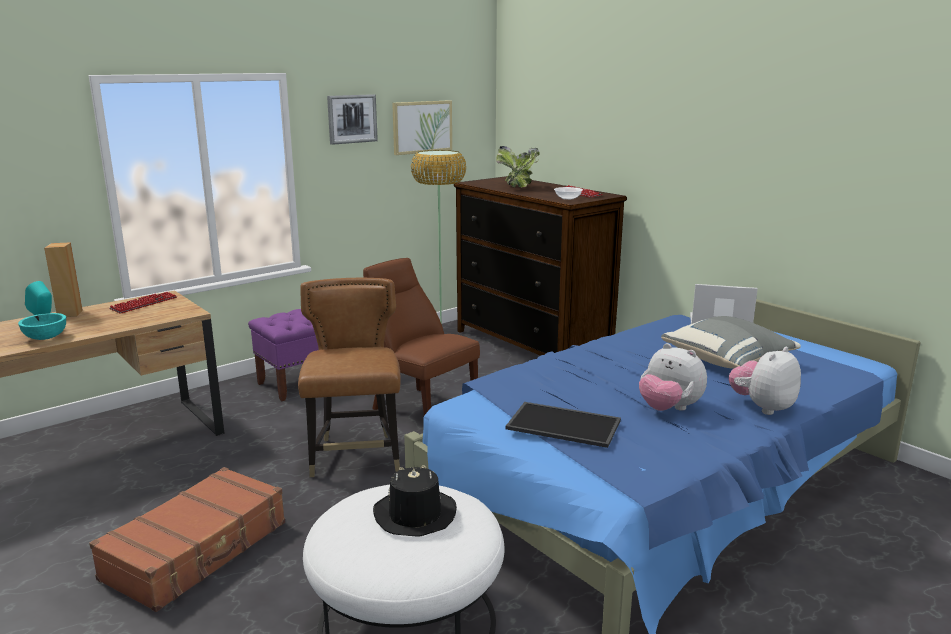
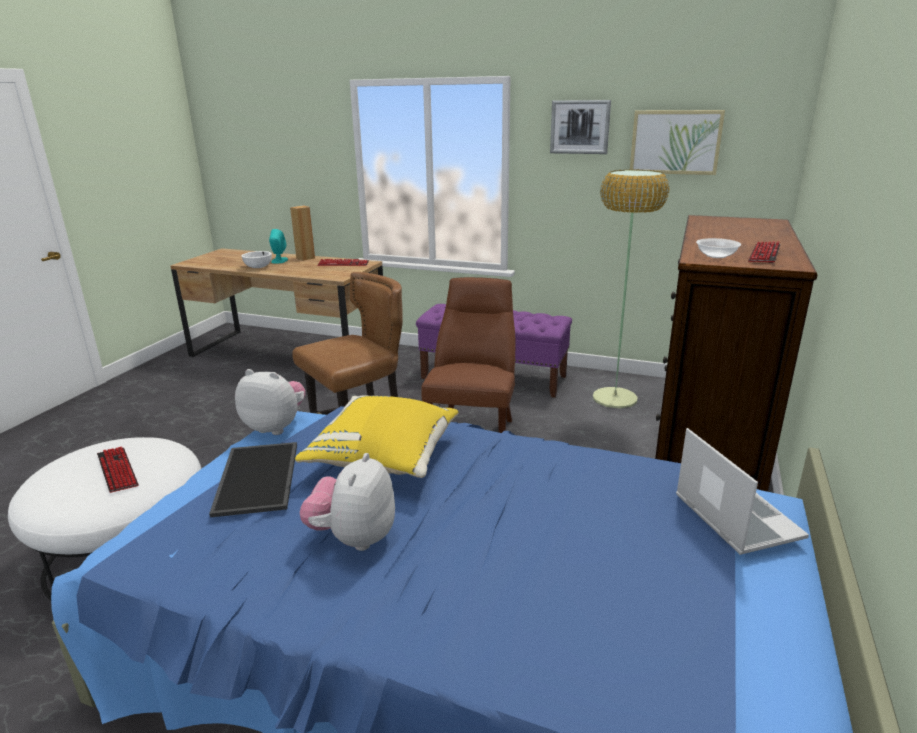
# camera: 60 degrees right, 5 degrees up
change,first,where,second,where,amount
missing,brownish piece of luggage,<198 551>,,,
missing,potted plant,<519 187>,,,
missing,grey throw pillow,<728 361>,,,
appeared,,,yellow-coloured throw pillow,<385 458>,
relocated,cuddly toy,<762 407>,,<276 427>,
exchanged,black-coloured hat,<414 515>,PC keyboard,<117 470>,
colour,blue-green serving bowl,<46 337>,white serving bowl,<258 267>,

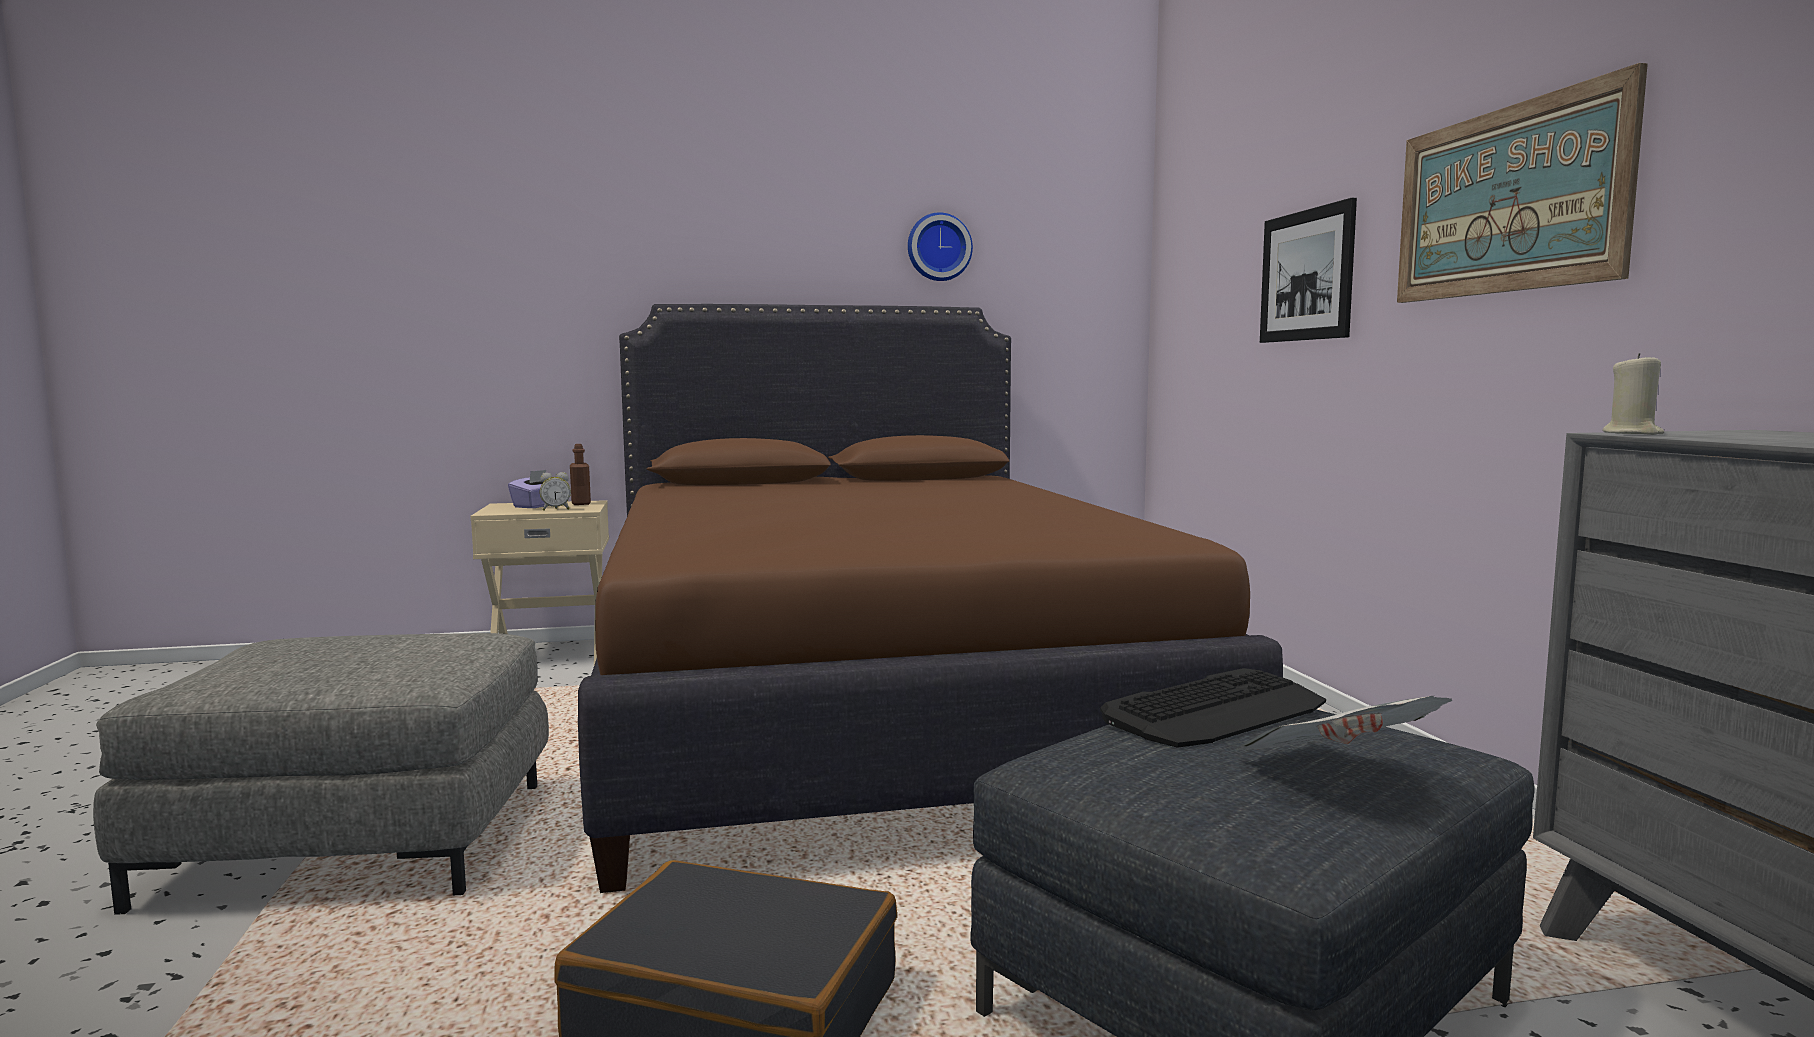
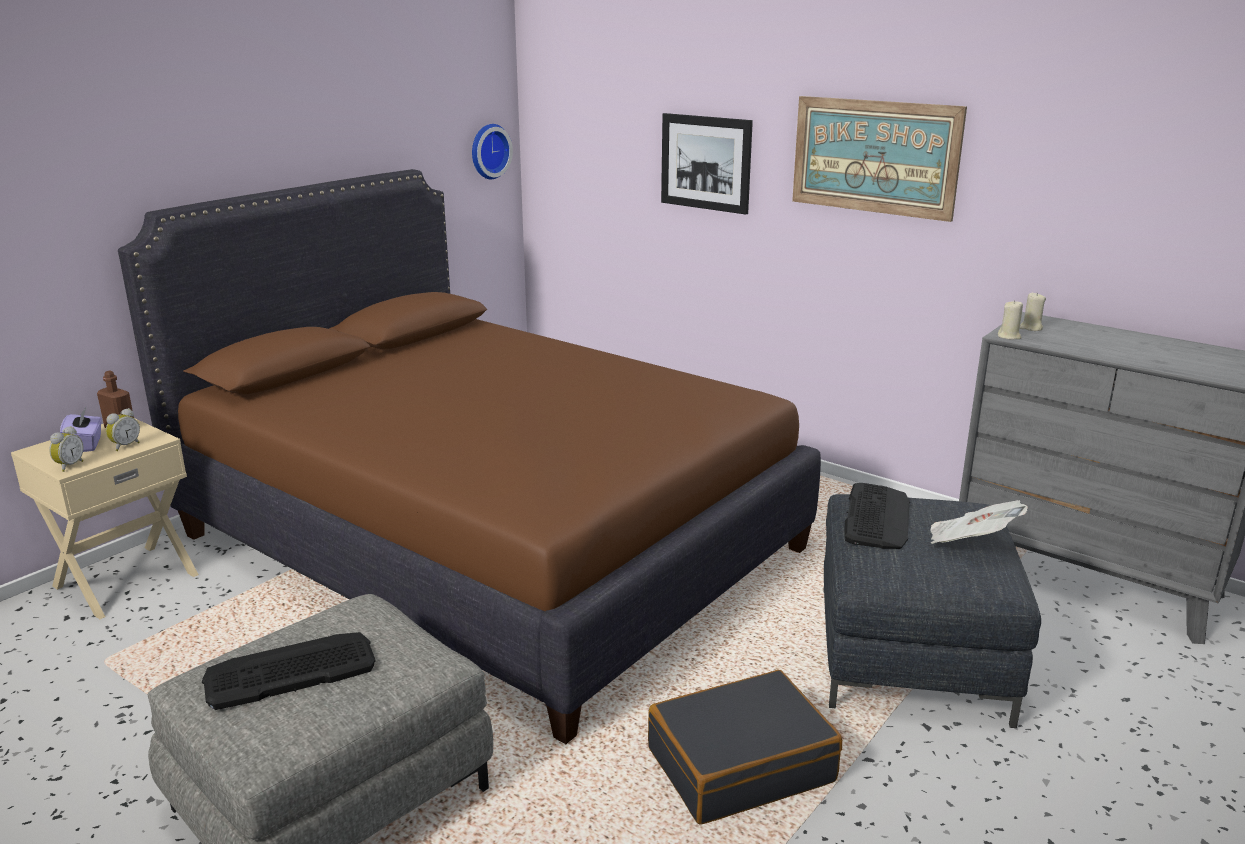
# camera: 40 degrees left, 15 degrees up
change,first,where,second,where,amount
appeared,,,table clock,<69 466>,
appeared,,,PC keyboard,<289 670>,
appeared,,,sand-coloured wax light,<1031 328>,
relocated,clock on the wall,<938 247>,,<488 151>,

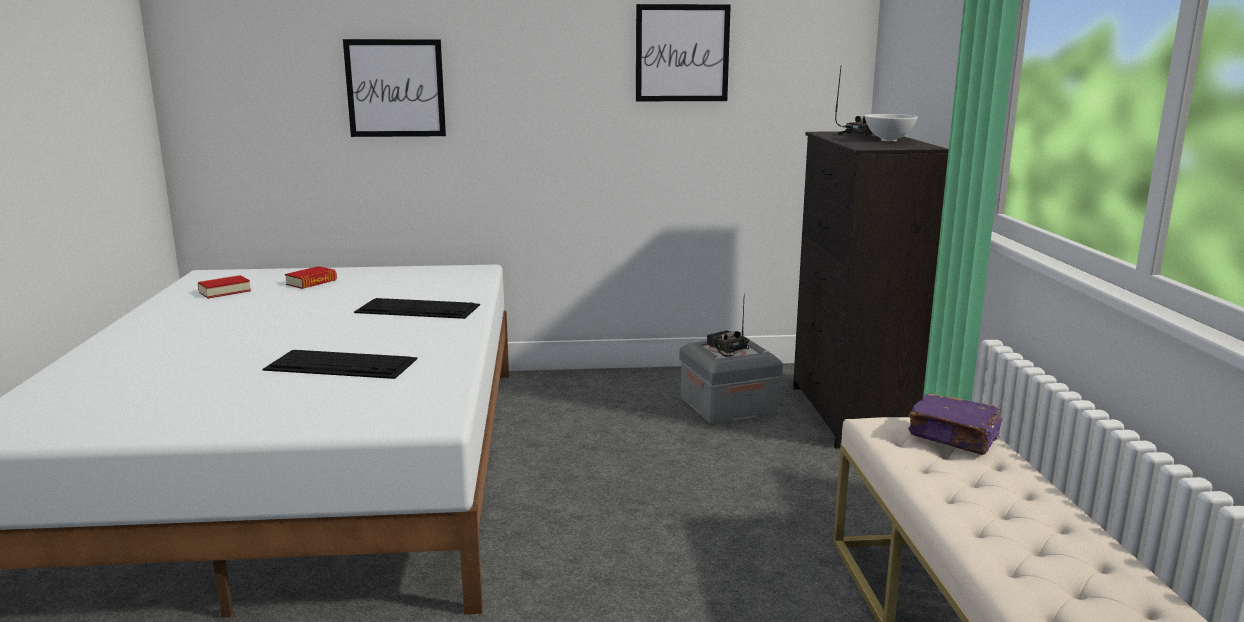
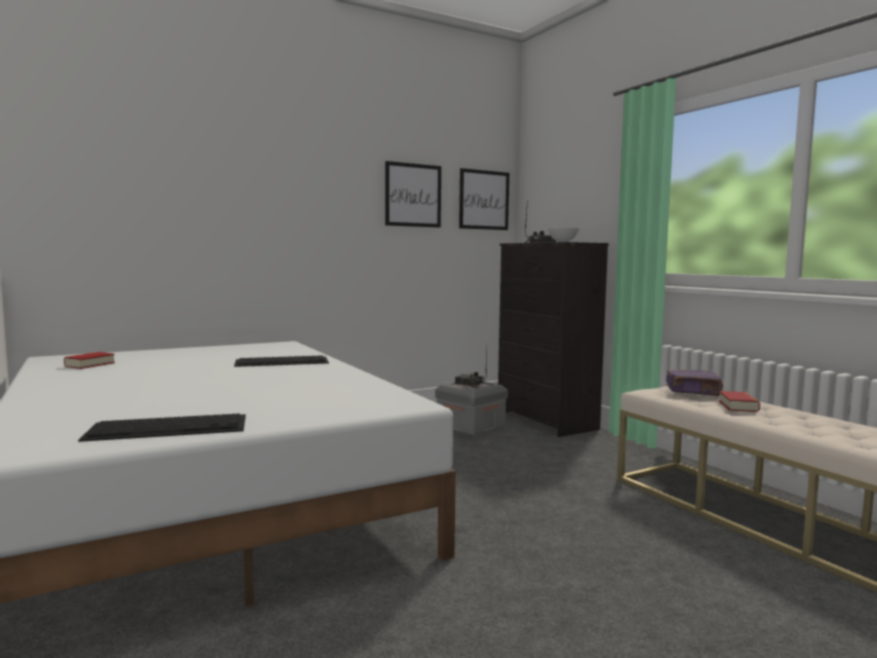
# camera: 25 degrees left, 10 degrees down
change,first,where,second,where,amount
relocated,PC keyboard,<343 364>,,<170 427>,
relocated,bound book,<311 282>,,<738 406>,
relocated,wall picture,<395 88>,,<484 200>,

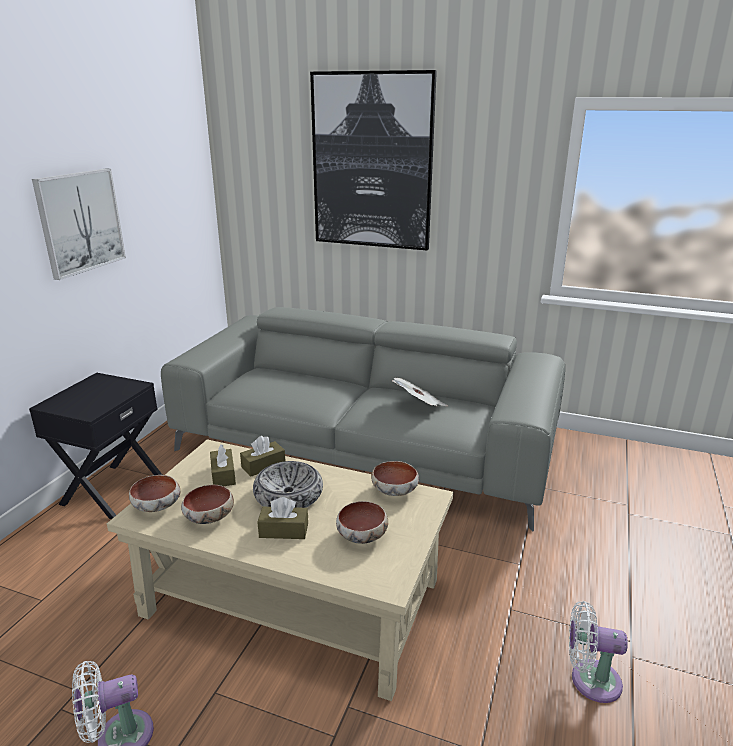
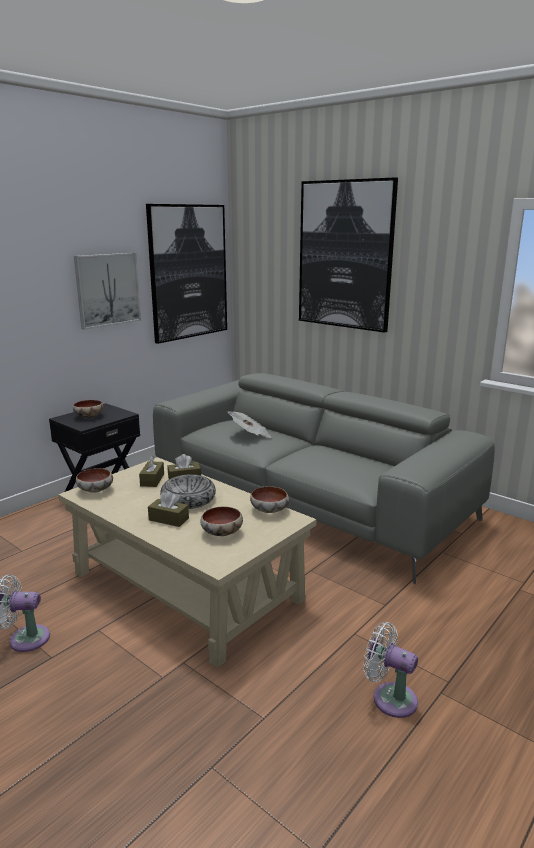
# camera: 20 degrees right, 5 degrees down
change,first,where,second,where,amount
appeared,,,wall picture,<188 272>,
relocated,serving bowl,<209 518>,,<88 416>,
relocated,printed paper,<419 406>,,<250 435>,

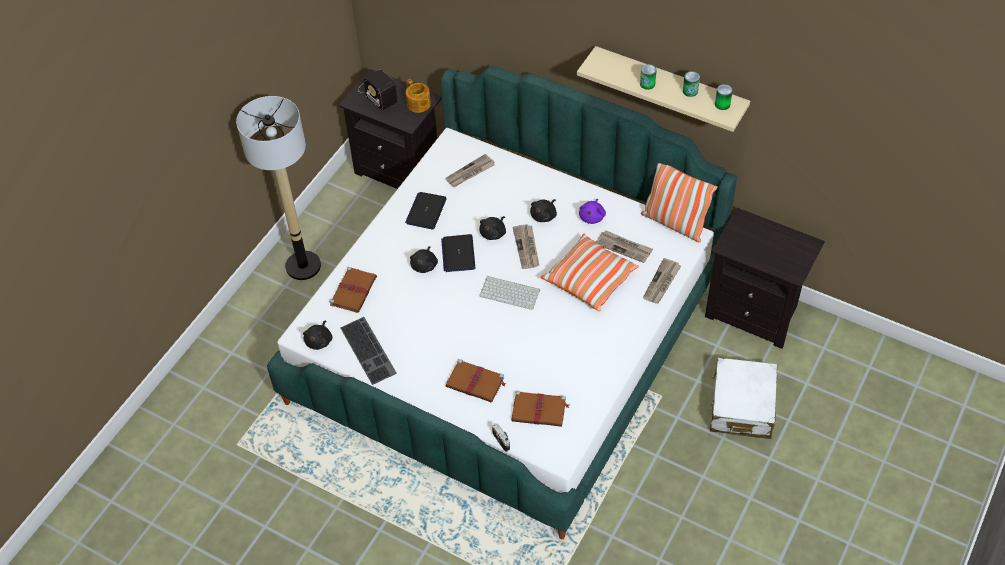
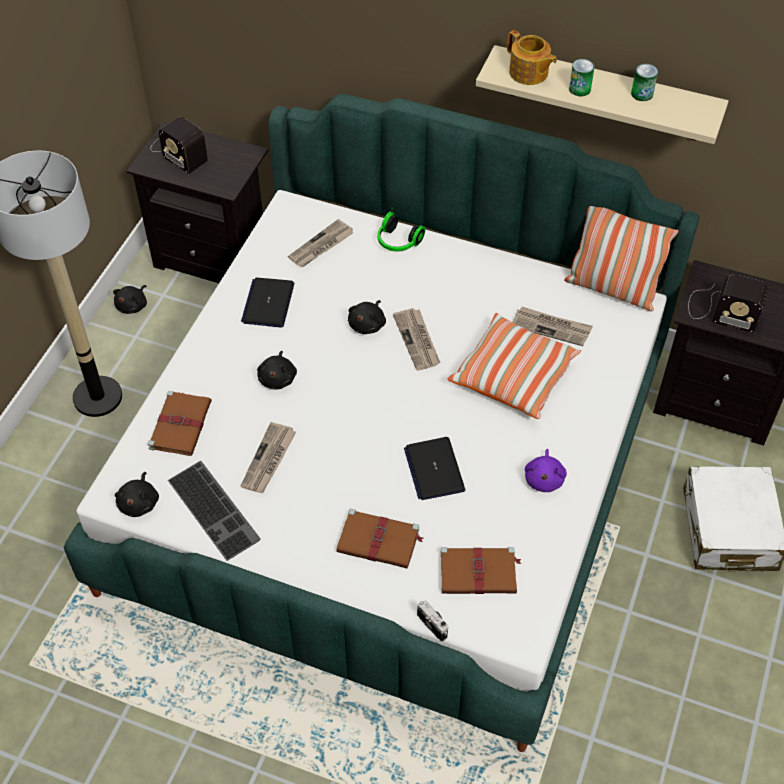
# camera: 10 degrees left, 0 degrees up
change,first,where,second,where,amount
missing,PC keyboard,<511 292>,,,
missing,metal can,<722 104>,,,
appeared,,,pair of headphones,<397 242>,
appeared,,,radio set,<720 310>,
relocated,teapot,<418 104>,,<529 73>,
relocated,laptop,<458 254>,,<434 469>,
relocated,black-coloured cuddly toy,<544 215>,,<133 305>,
relocated,purplish cuddly toy,<592 216>,,<544 478>,
relocated,printed paper,<662 283>,,<269 460>,

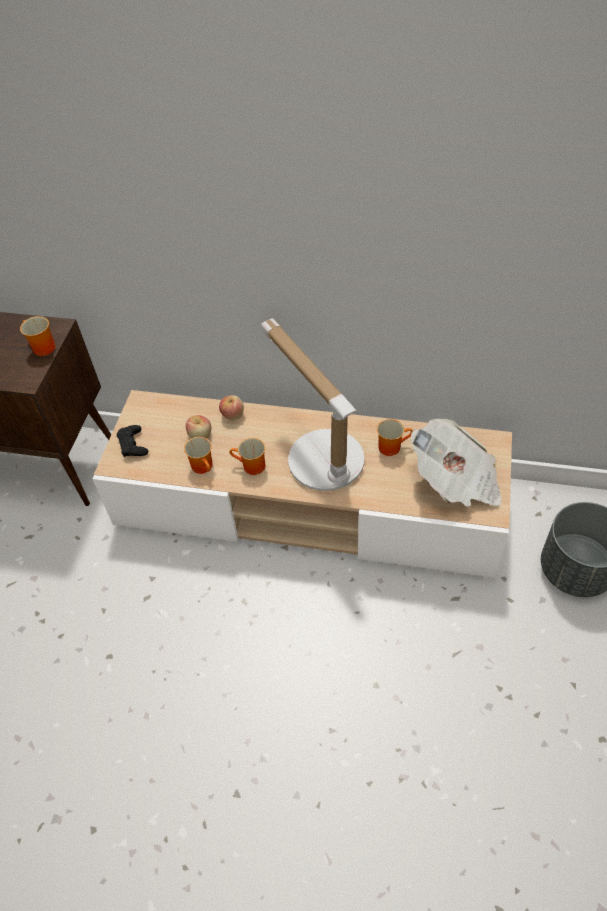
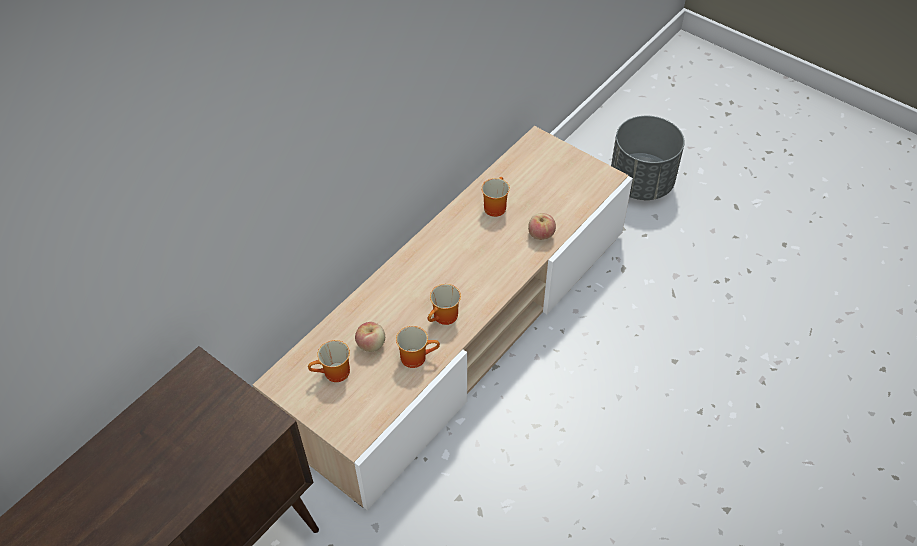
# camera: 65 degrees left, 0 degrees up
change,first,where,second,where,amount
missing,black-coloured game controller,<133 445>,,,
missing,table lamp,<320 454>,,,
missing,printed paper,<456 481>,,,
relocated,coffee mug,<41 348>,,<334 374>,
relocated,apple,<232 415>,,<541 234>,

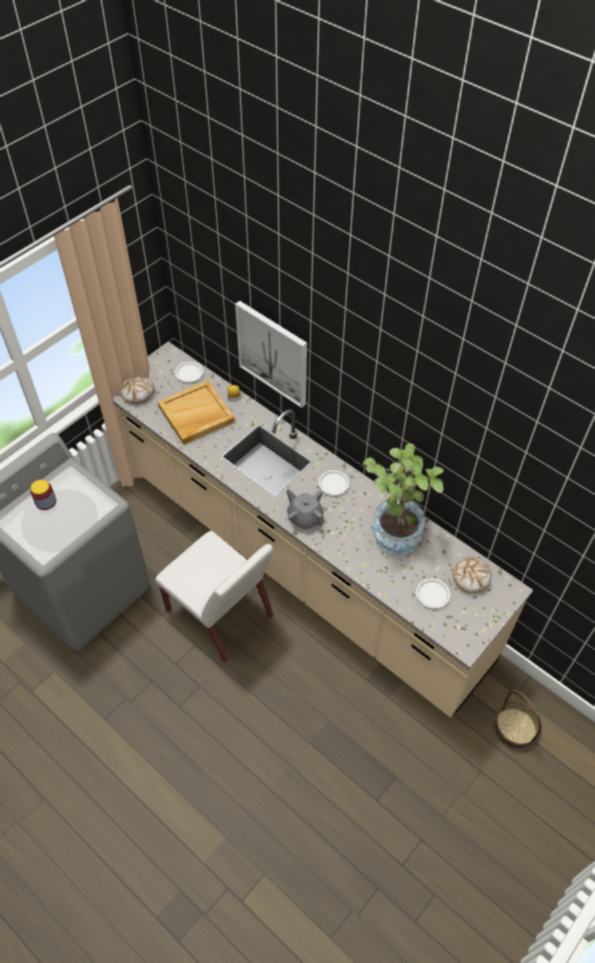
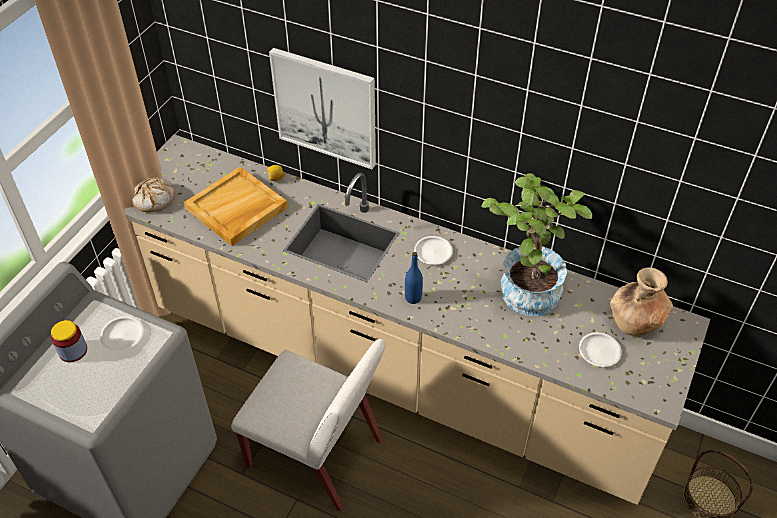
# camera: 15 degrees left, 5 degrees down
change,first,where,second,where,amount
relocated,white flat dish,<189 373>,,<123 336>,
exchanged,grey teapot,<305 517>,bluish beverage bottle,<413 298>,
exchanged,baked bread,<471 577>,brownish decorative vase,<635 321>,

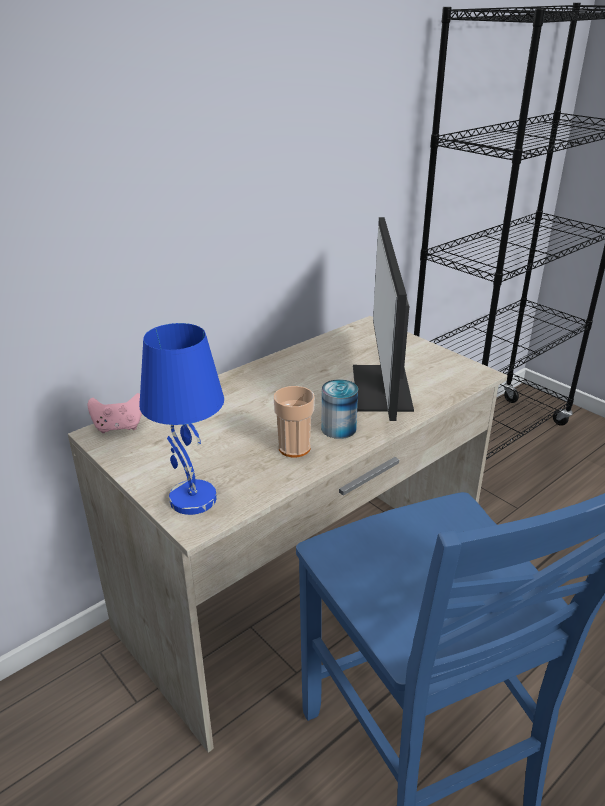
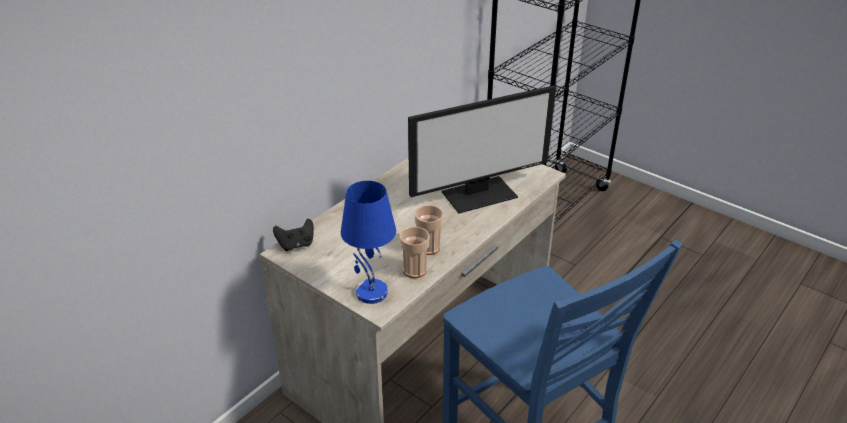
# camera: 10 degrees left, 5 degrees up
change,first,where,second,where,amount
missing,metal can,<338 428>,,,
appeared,,,drinking cup,<414 270>,
colour,pink game controller,<119 427>,black-coloured game controller,<296 245>,
spun,computer screen,<383 388>,,<479 193>,105 degrees counterclockwise

